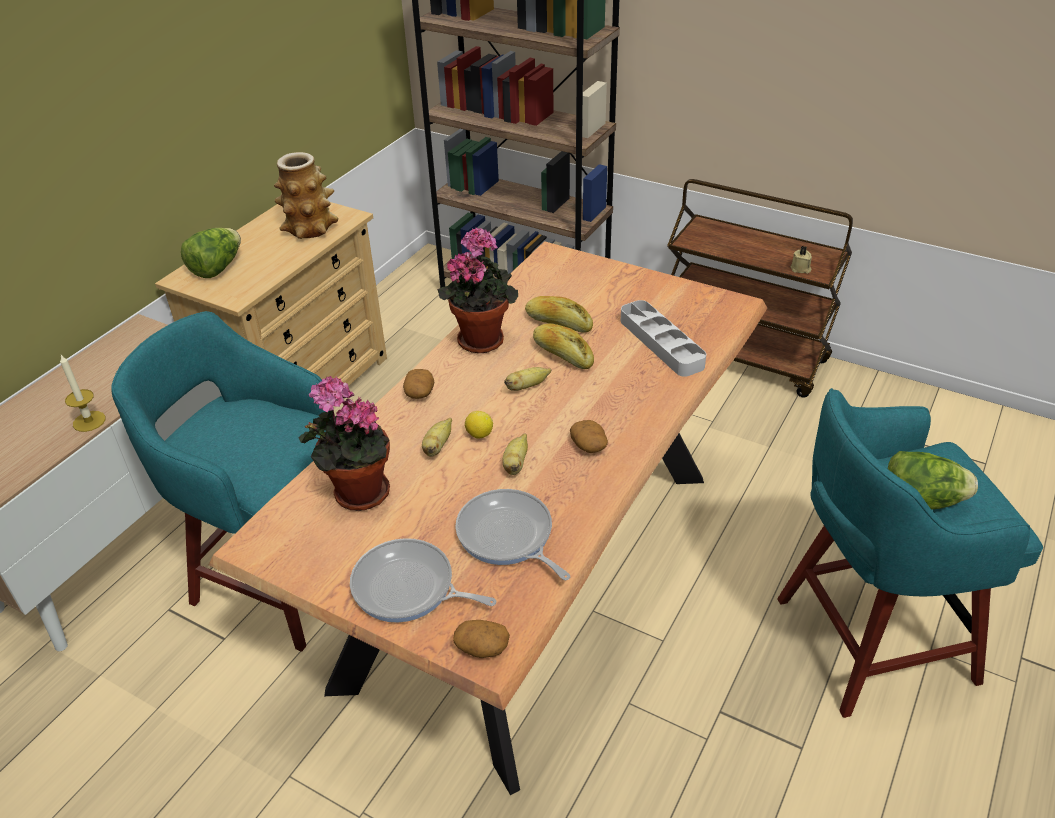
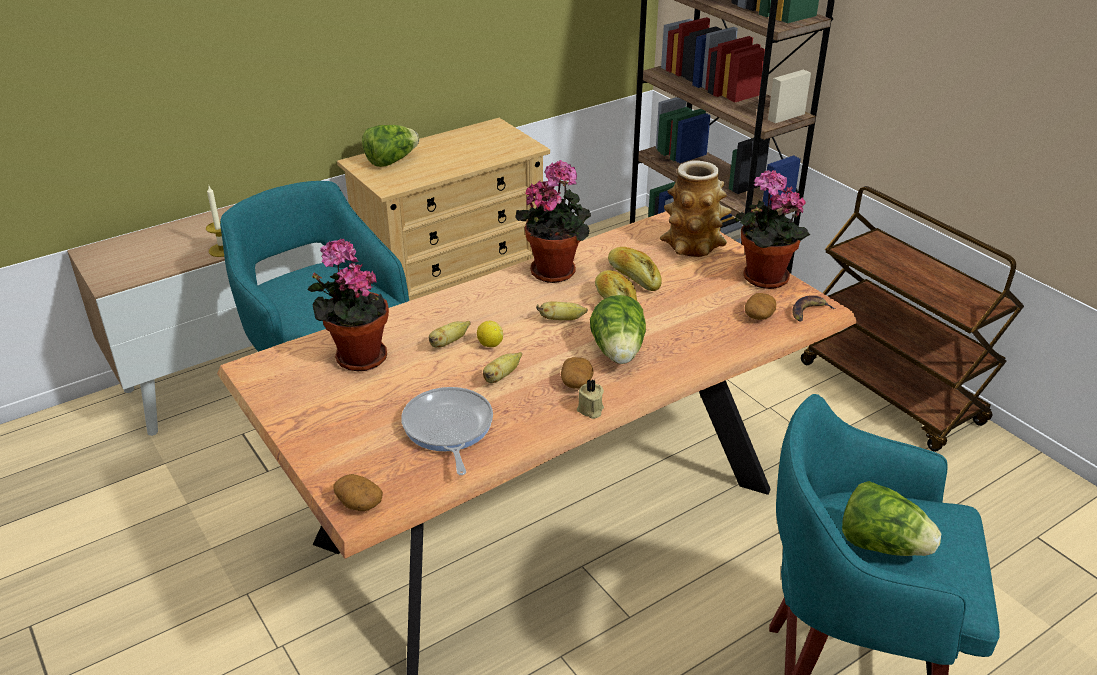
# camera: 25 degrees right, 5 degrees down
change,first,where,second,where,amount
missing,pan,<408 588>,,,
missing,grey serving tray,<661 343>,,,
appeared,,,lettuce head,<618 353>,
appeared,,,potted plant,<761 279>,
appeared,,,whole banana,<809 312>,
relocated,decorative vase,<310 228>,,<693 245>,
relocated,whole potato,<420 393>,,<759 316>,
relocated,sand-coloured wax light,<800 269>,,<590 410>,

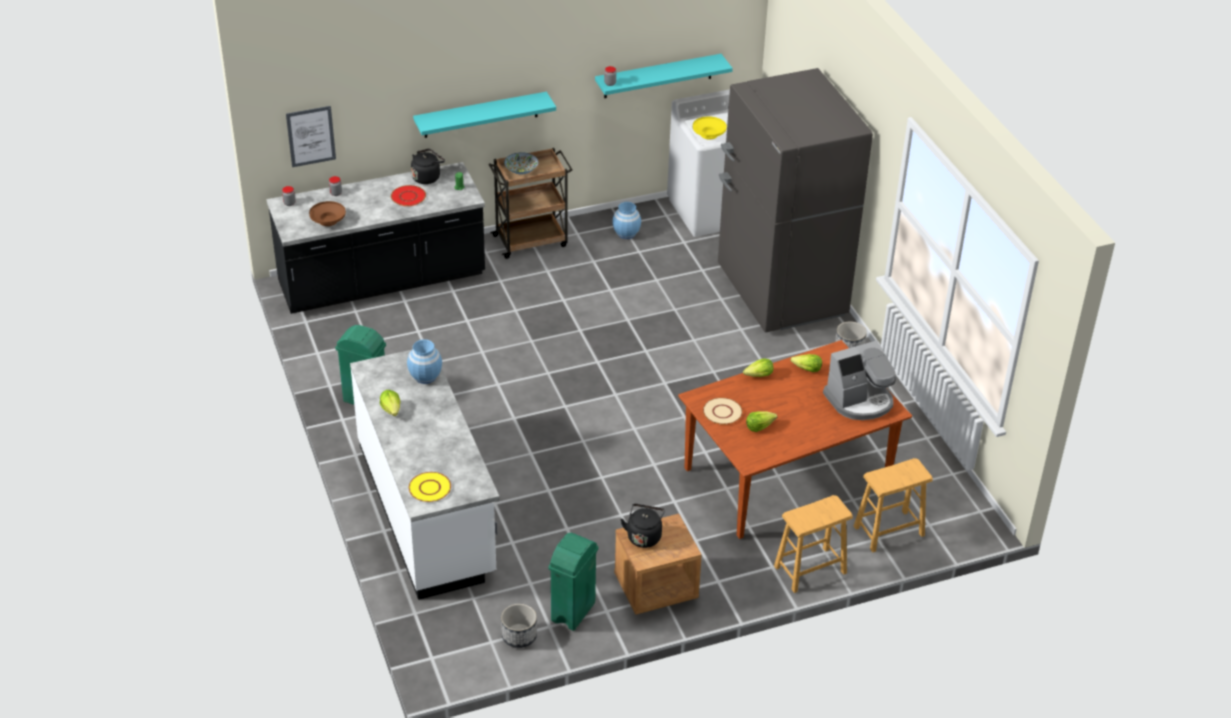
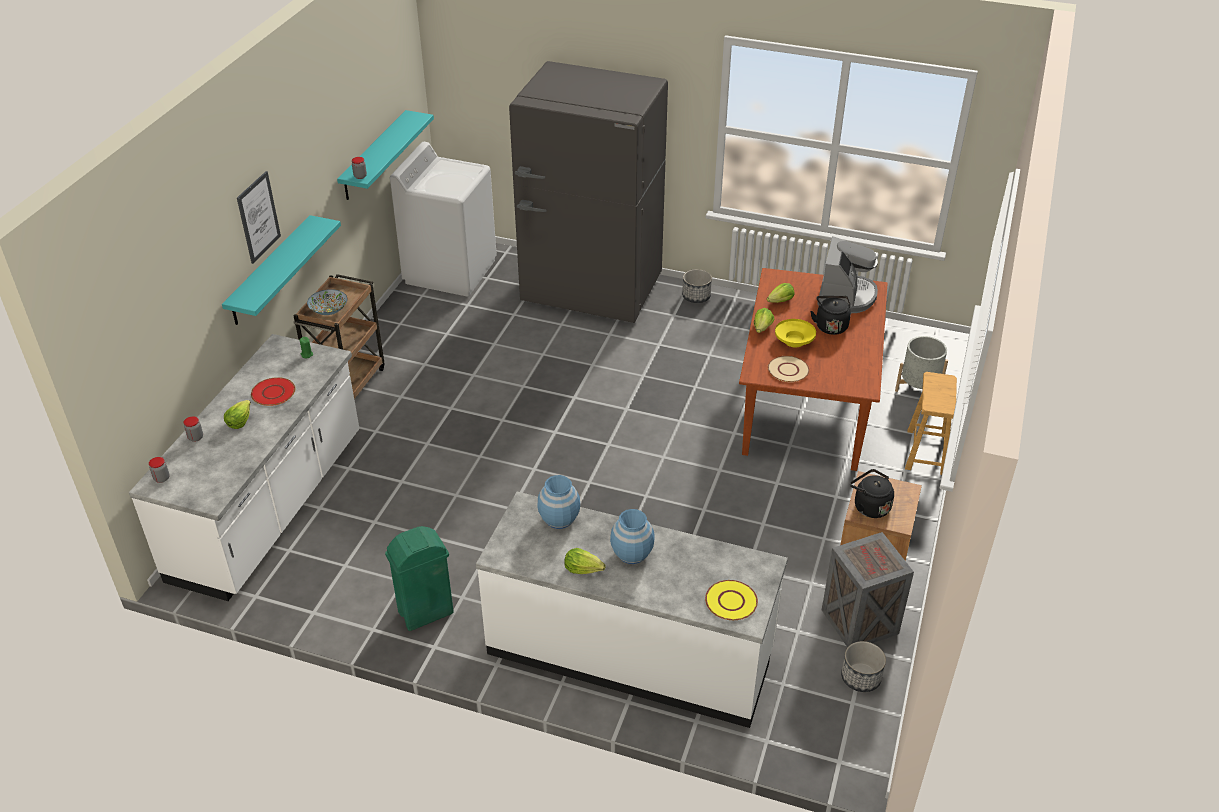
# camera: 50 degrees left, 0 degrees up
change,first,where,second,where,amount
missing,brownish serving bowl,<328 220>,,,
relocated,wall picture,<311 136>,,<258 217>,
relocated,black-coloured tea kettle,<427 177>,,<830 326>,
relocated,bluish decorative vase,<626 233>,,<632 553>,
relocated,yellow-coloured serving bowl,<709 134>,,<794 341>,
relocated,lettuce head,<759 426>,,<239 421>,
exchanged,greenish trash can,<572 612>,shipping crate,<859 623>,
exchanged,brownish sitting stool,<889 531>,grey planter,<918 389>,
colour,black-coloured kitchen counter,<382 280>,white kitchen counter,<270 507>,

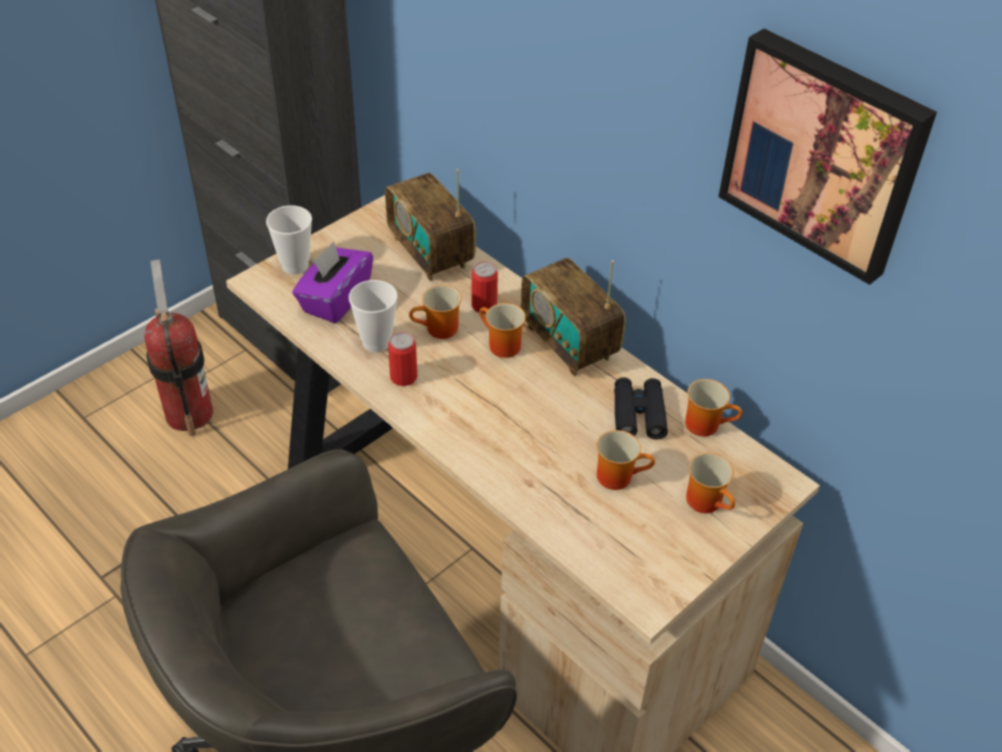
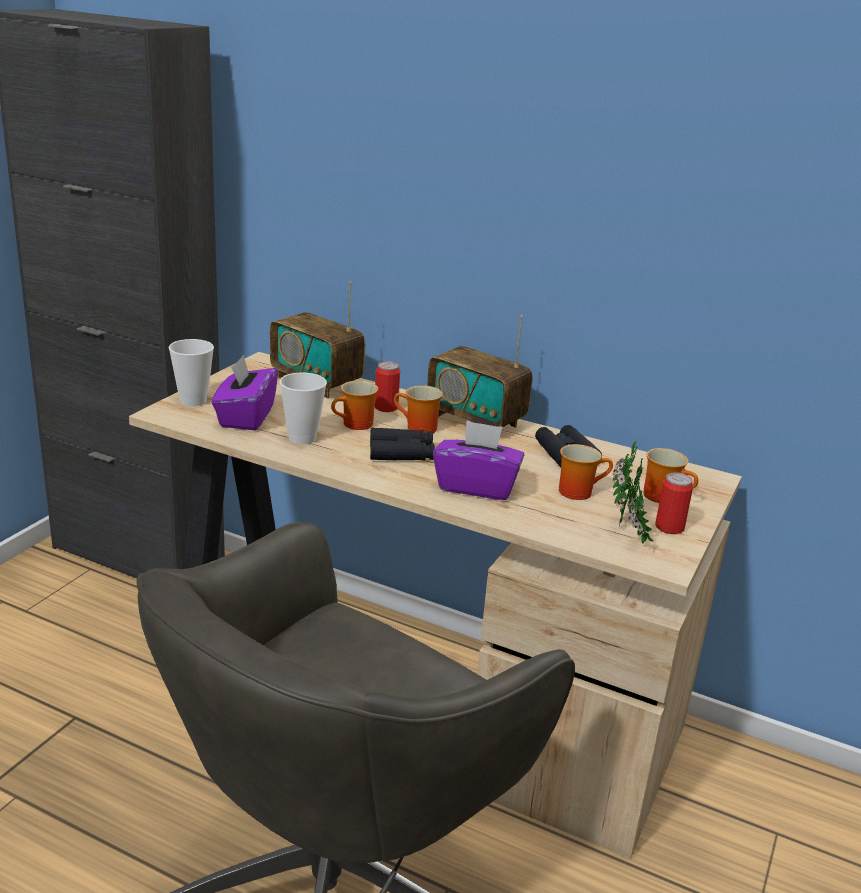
# camera: 20 degrees left, 20 degrees down
change,first,where,second,where,amount
missing,extinguisher,<189 413>,,,
missing,coffee mug,<706 423>,,,
missing,wall picture,<824 153>,,,
appeared,,,black-coloured pair of binoculars,<401 453>,
appeared,,,purplish tissue holder,<476 486>,
appeared,,,potted plant,<627 533>,
relocated,metal can,<403 377>,,<669 527>,

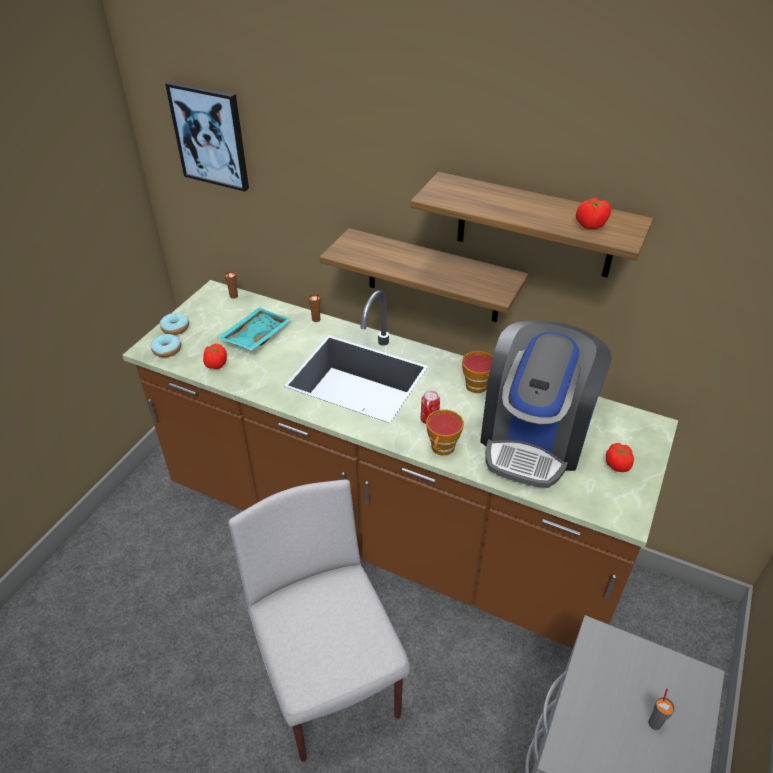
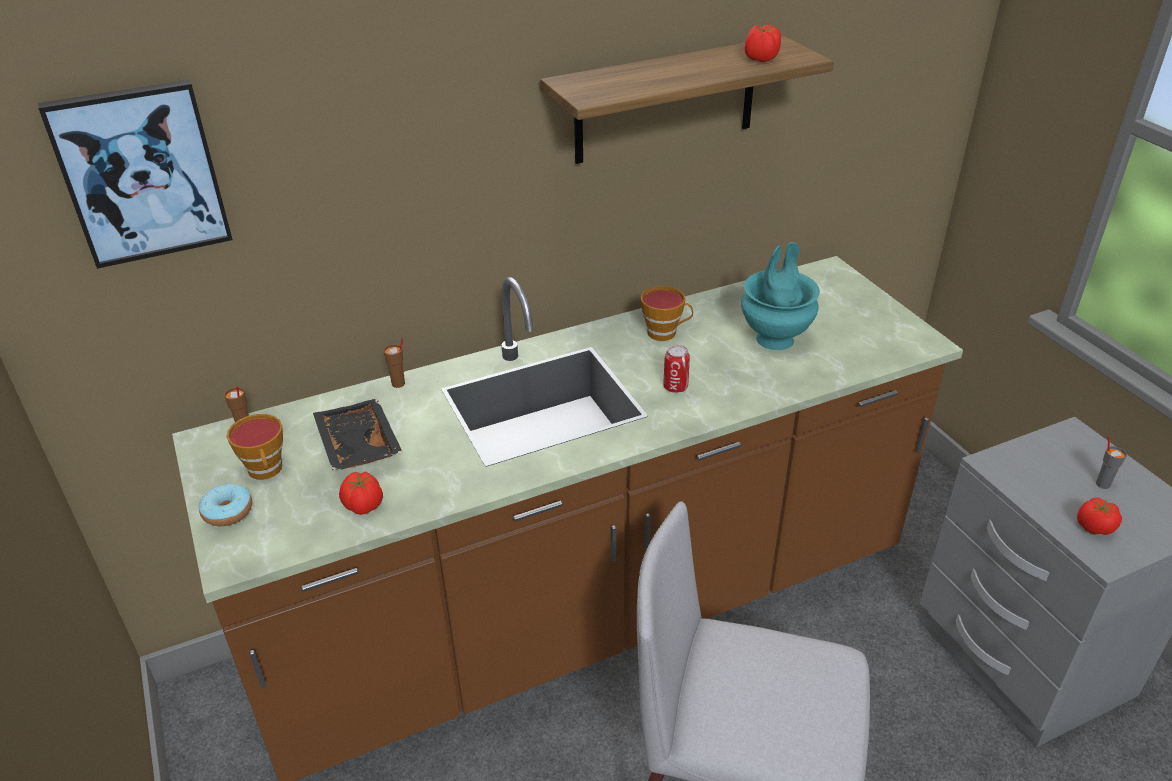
# camera: 50 degrees left, 5 degrees down
change,first,where,second,where,amount
missing,ring doughnut,<167 350>,,,
missing,wall shelf,<433 277>,,,
relocated,drinking cup,<442 449>,,<266 471>,
relocated,tomato,<617 465>,,<1094 527>,
exchanged,coffee maker,<533 438>,blue-green decorative vase,<775 339>,
colour,blue-green serving tray,<255 336>,black-coloured serving tray,<356 446>,

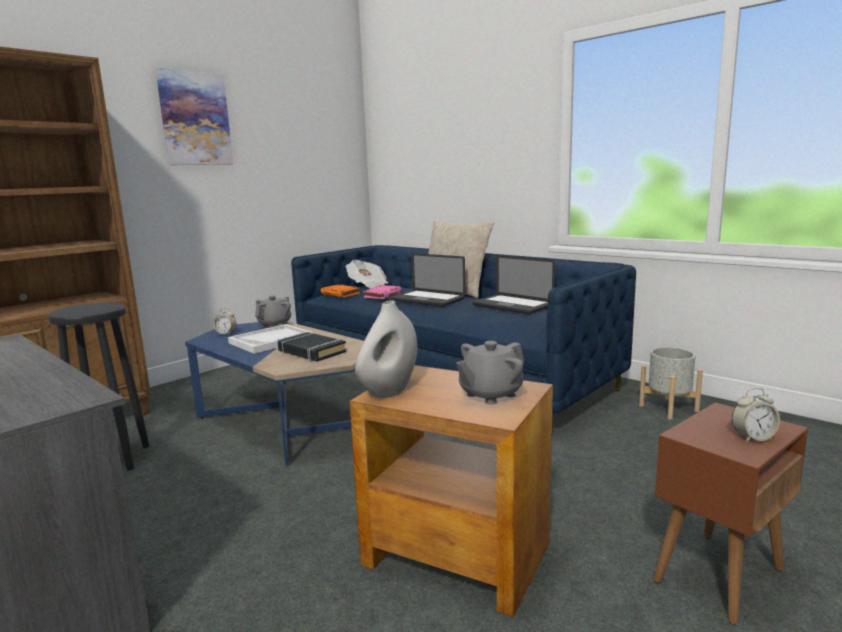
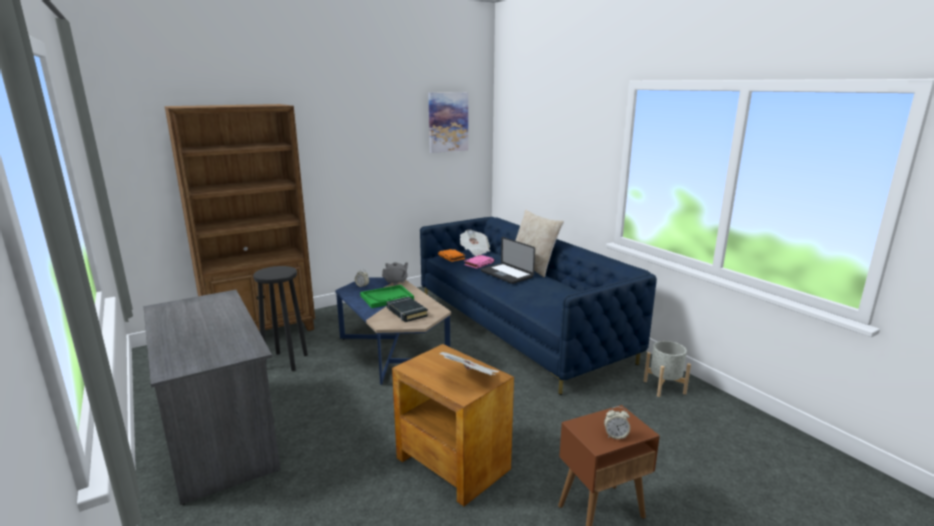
# camera: 15 degrees right, 5 degrees up
change,first,where,second,where,amount
missing,white decorative vase,<389 391>,,,
missing,laptop,<512 306>,,,
relocated,wall picture,<195 119>,,<448 122>,
exchanged,grey teapot,<490 395>,printed paper,<470 378>,
colour,white serving tray,<271 340>,greenish serving tray,<387 297>,

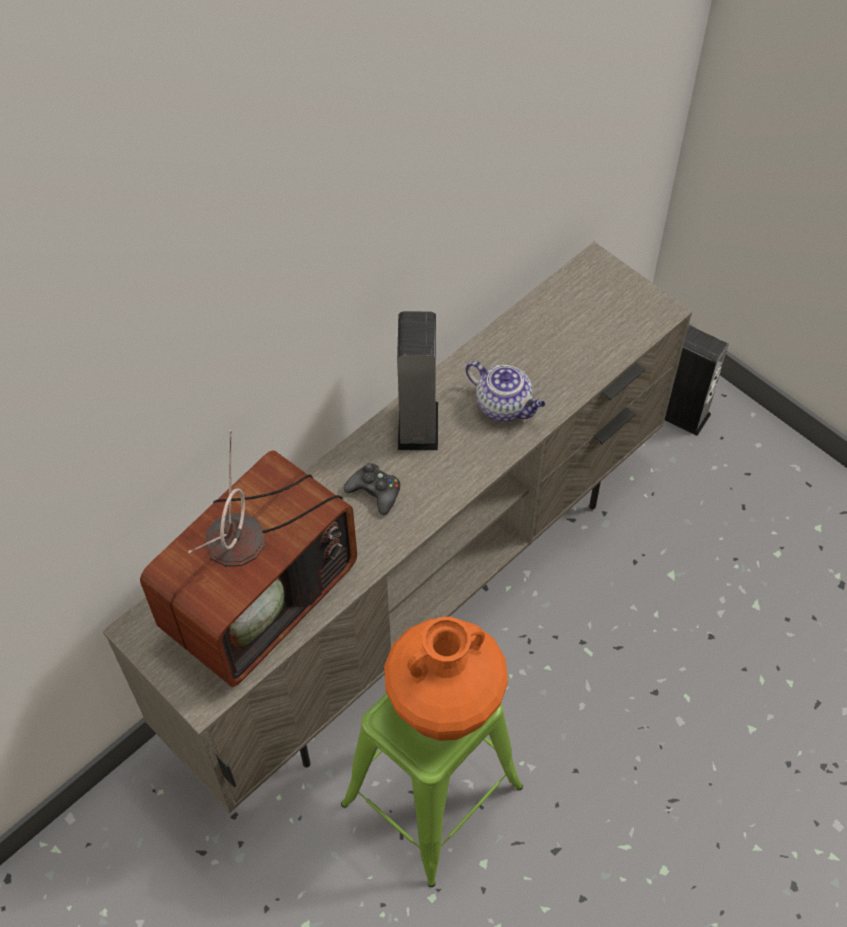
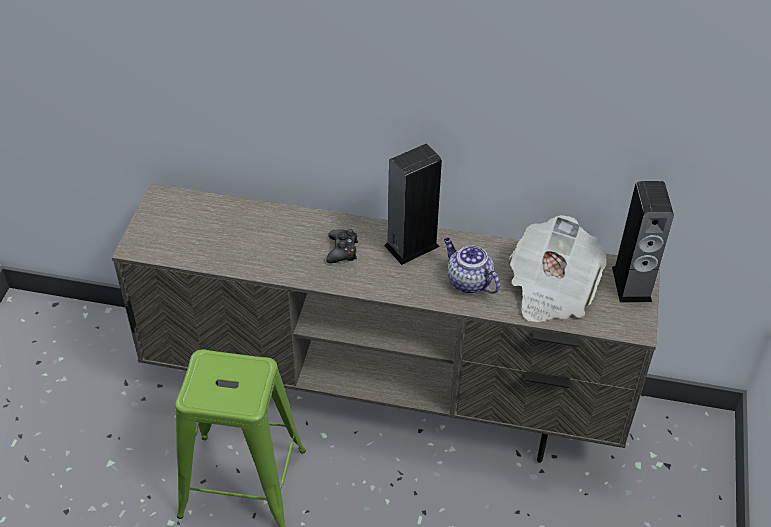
# camera: 55 degrees right, 10 degrees down
change,first,where,second,where,amount
missing,TV,<260 592>,,,
missing,orange-coloured decorative vase,<444 708>,,,
appeared,,,printed paper,<551 289>,
relocated,audio speaker,<683 414>,,<631 284>,
spun,teapot,<505 406>,,<468 281>,135 degrees clockwise

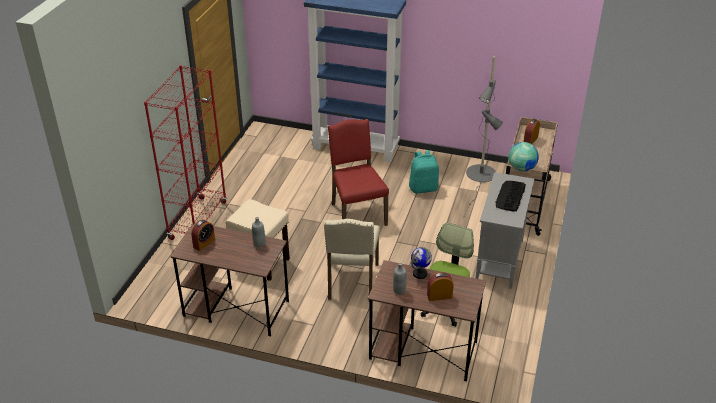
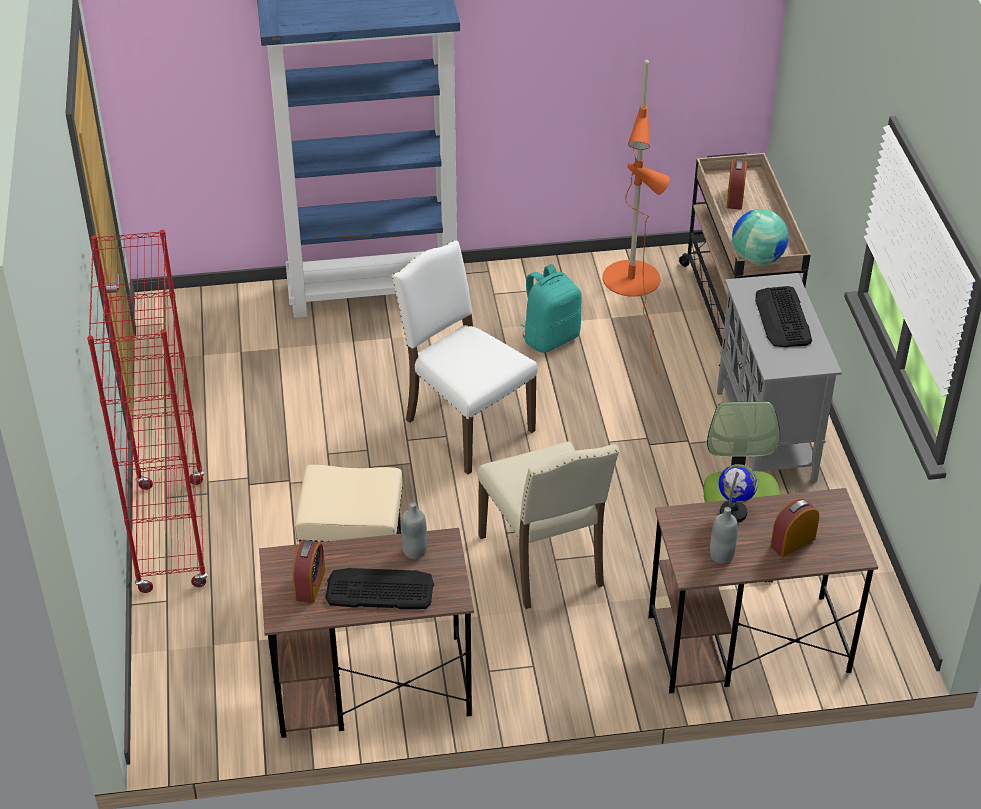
# camera: 25 degrees left, 5 degrees up
change,first,where,second,where,amount
appeared,,,PC keyboard,<379 590>,
colour,reddish upright chair,<357 214>,white upright chair,<465 425>,
colour,grey standard lamp,<480 177>,orange-coloured standard lamp,<634 287>,

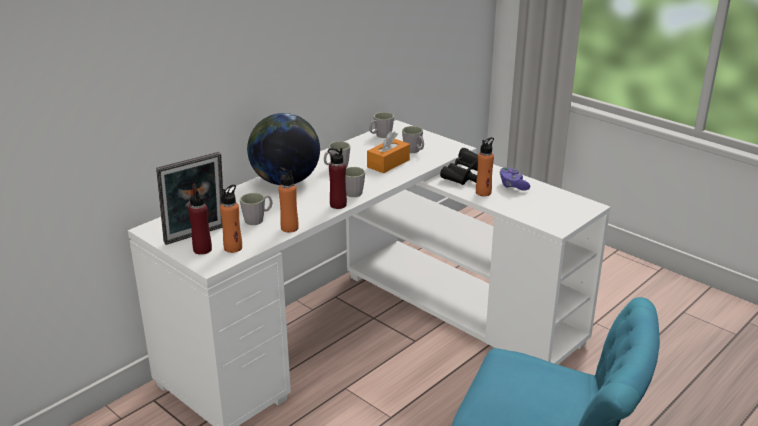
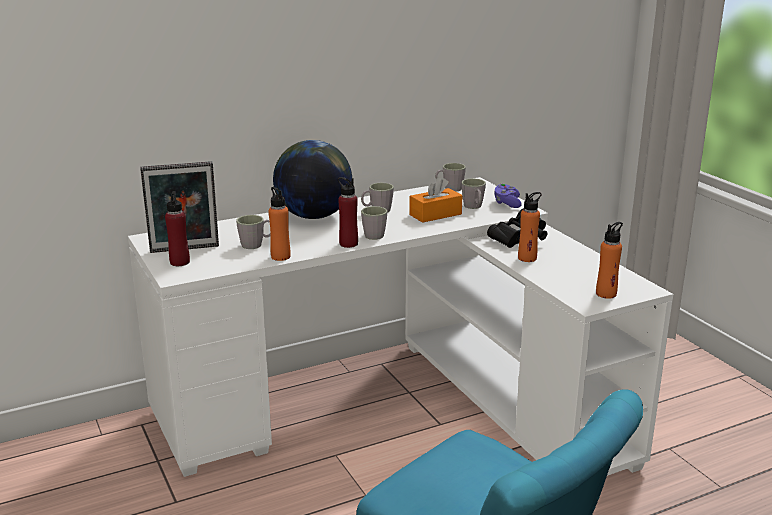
# camera: 20 degrees right, 5 degrees down
change,first,where,second,where,amount
relocated,orange-coloured beverage bottle,<233 248>,,<606 294>,
relocated,purplish game controller,<512 185>,,<507 203>,

